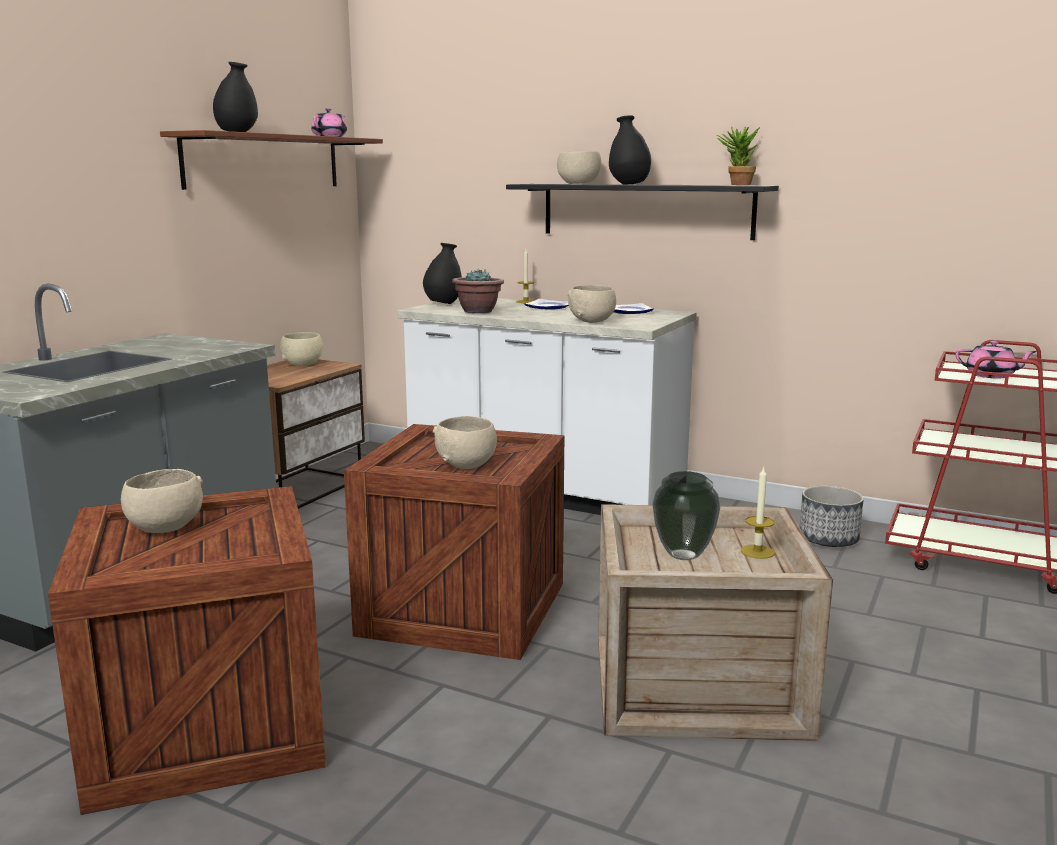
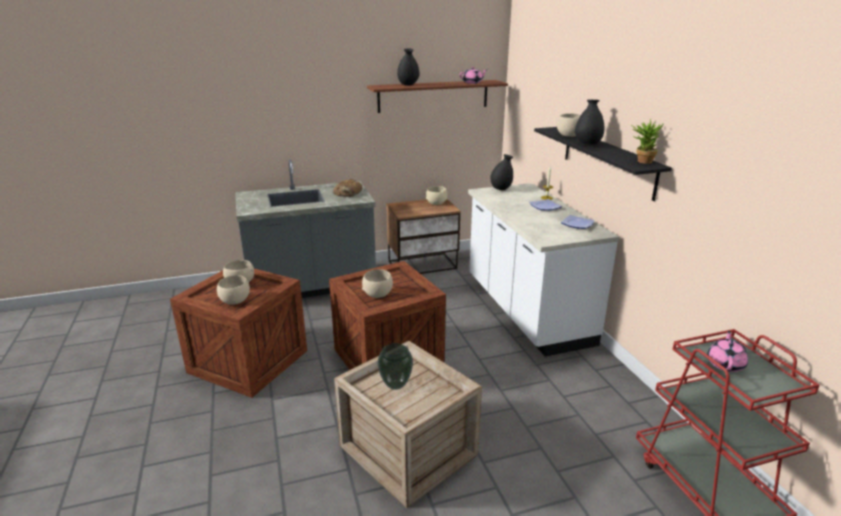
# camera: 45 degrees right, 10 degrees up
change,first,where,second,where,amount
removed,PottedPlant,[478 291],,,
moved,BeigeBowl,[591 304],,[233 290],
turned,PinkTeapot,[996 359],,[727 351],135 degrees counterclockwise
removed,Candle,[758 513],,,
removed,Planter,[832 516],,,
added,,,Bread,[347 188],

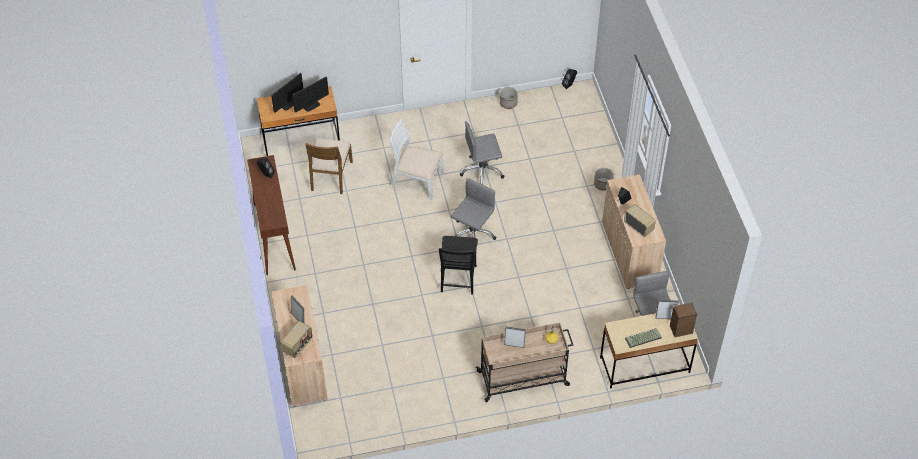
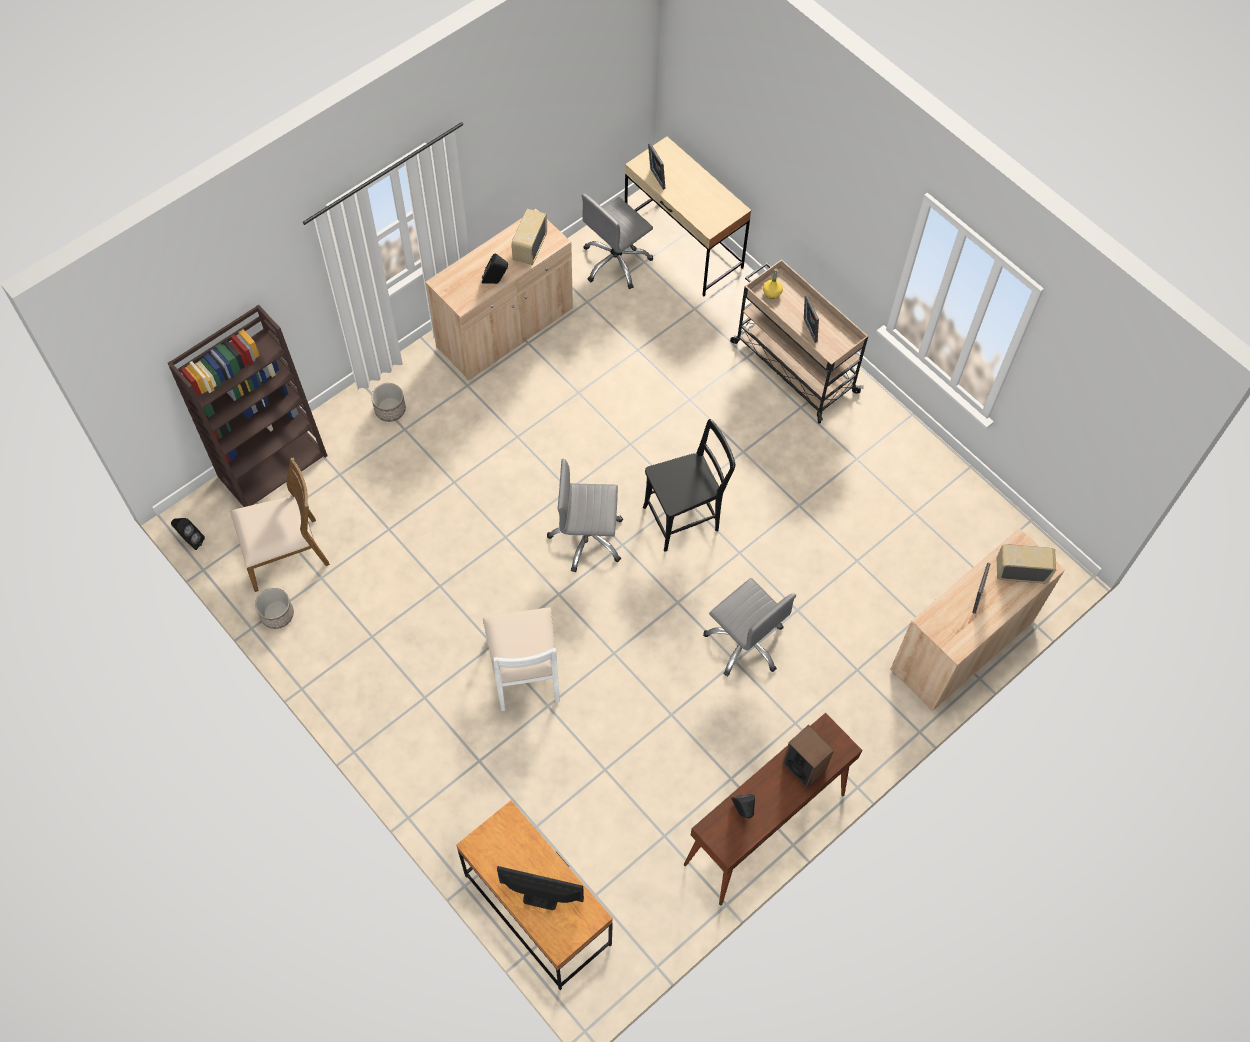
# camera: 120 degrees left, 10 degrees up
change,first,where,second,where,amount
removed,Monitor,[310 95],,,
moved,GreyOfficeChair,[482 153],,[749 627],
moved,BrownChair,[329 166],,[280 525],
moved,Speaker,[683 320],,[808 756],
removed,Keyboard,[643 338],,,
added,,,BrownBookcase,[247 405],

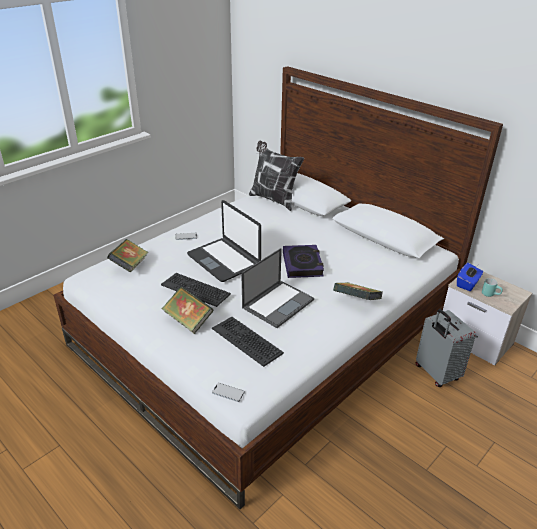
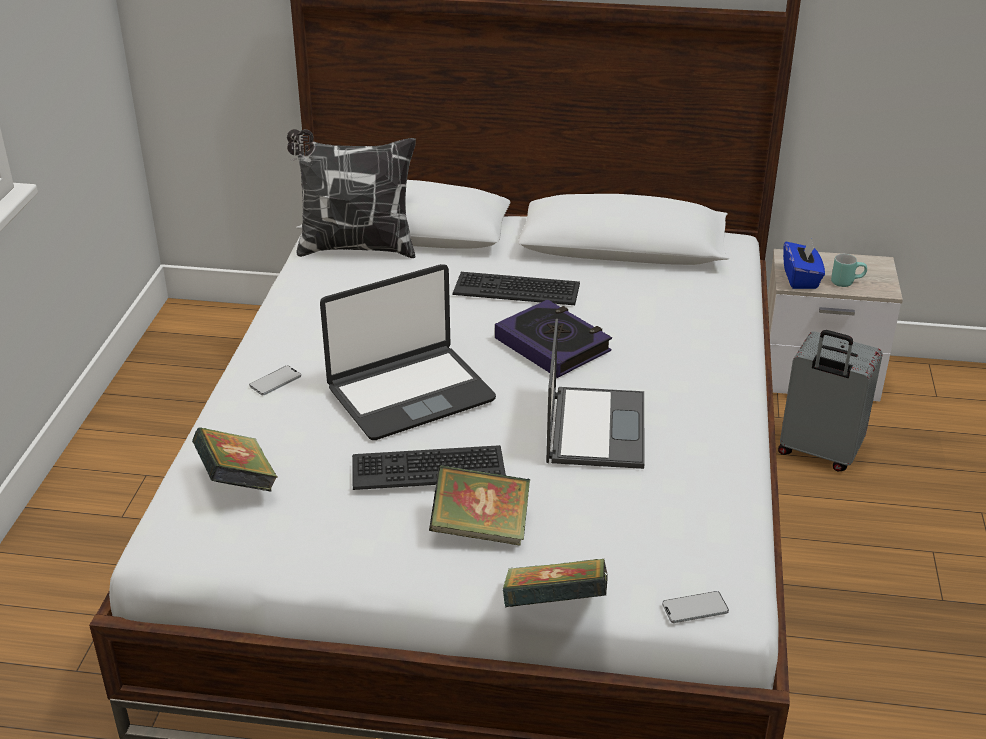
# camera: 35 degrees left, 0 degrees up
change,first,where,second,where,amount
turned,Laptop,[224 241],,[408 352],45 degrees counterclockwise
moved,Book,[358 291],,[555 583],
moved,Keyboard,[248 342],,[516 288],

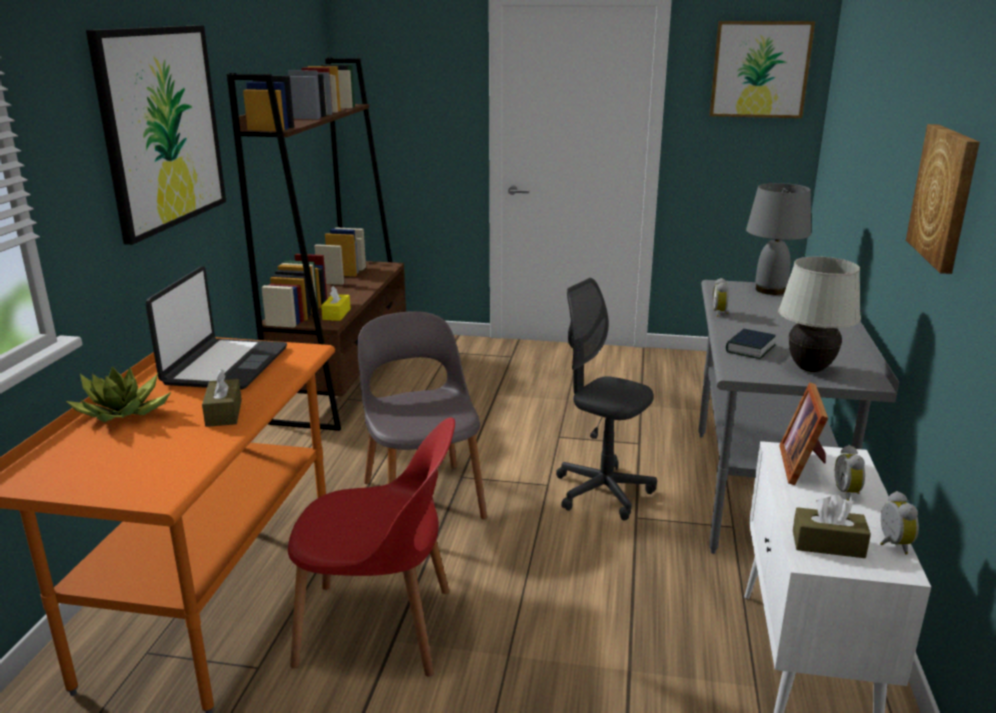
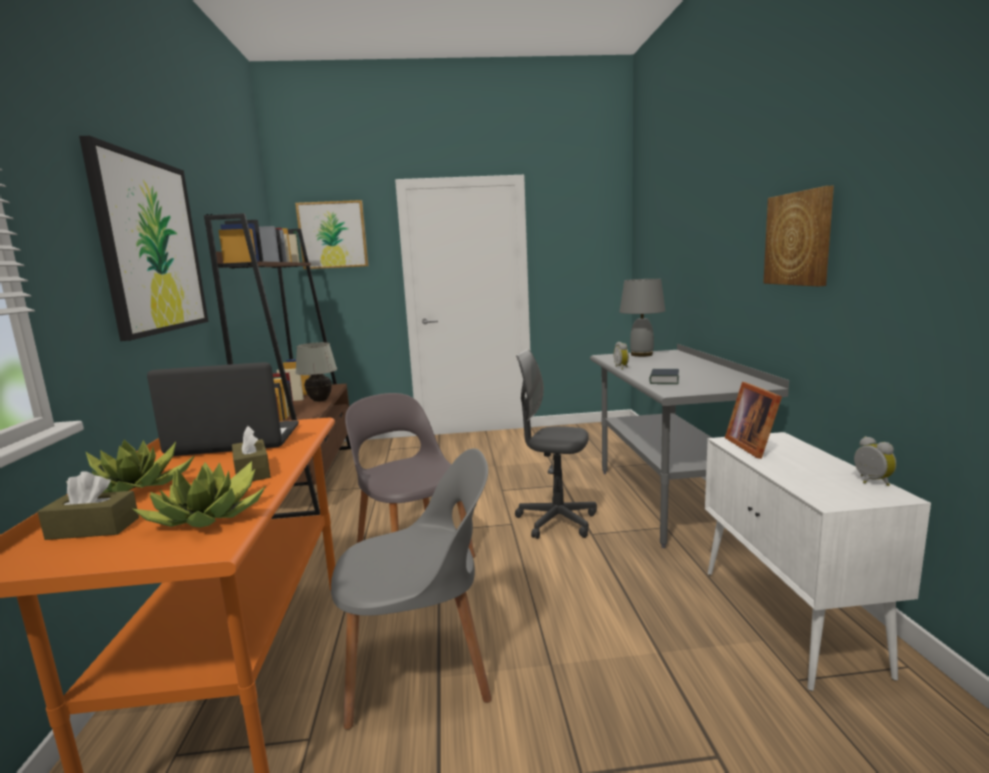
# camera: 15 degrees left, 10 degrees down
change,first,where,second,where,amount
moved,Picture,[762 69],,[332 234],
moved,WhiteTableLamp,[819 314],,[316 372],
turned,Laptop,[216 328],,[223 409],90 degrees counterclockwise
removed,YellowTissueBox,[336 303],,,
recoloured,RedChair,[371 547],GreyChair,[411 589],
removed,AlarmClock,[850 473],,,
moved,BrownTissueBox,[832 526],,[88 505],
added,,,PottedPlant,[199 494],

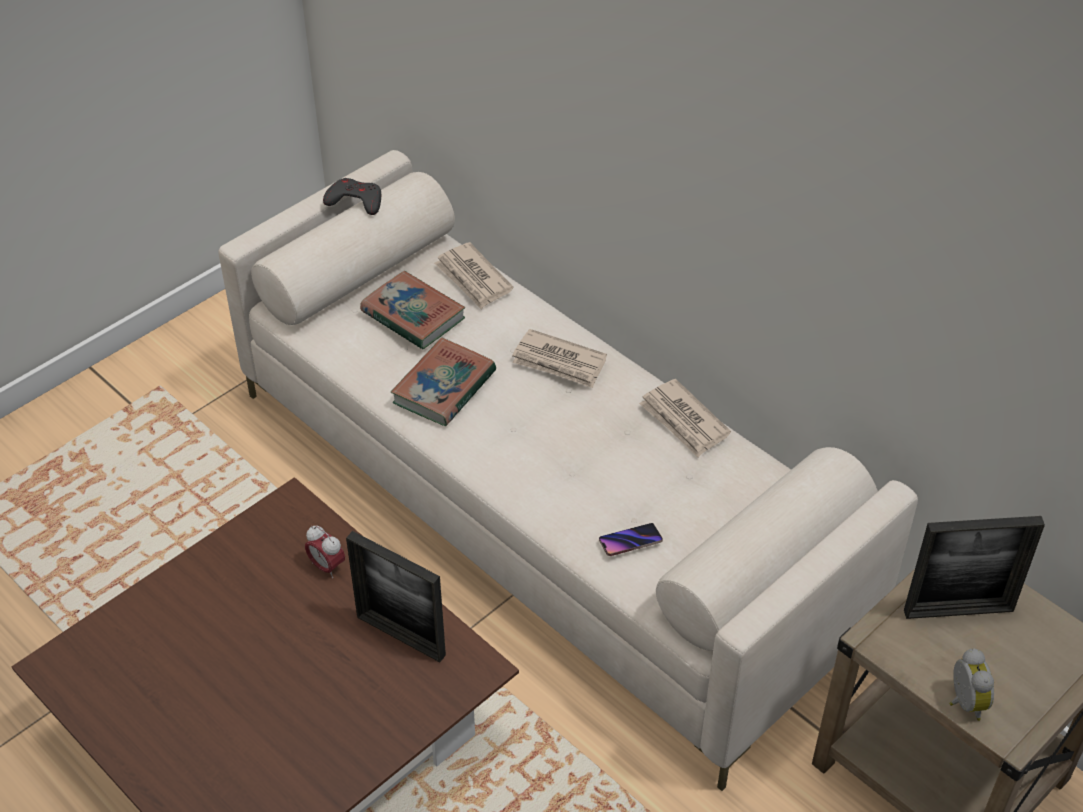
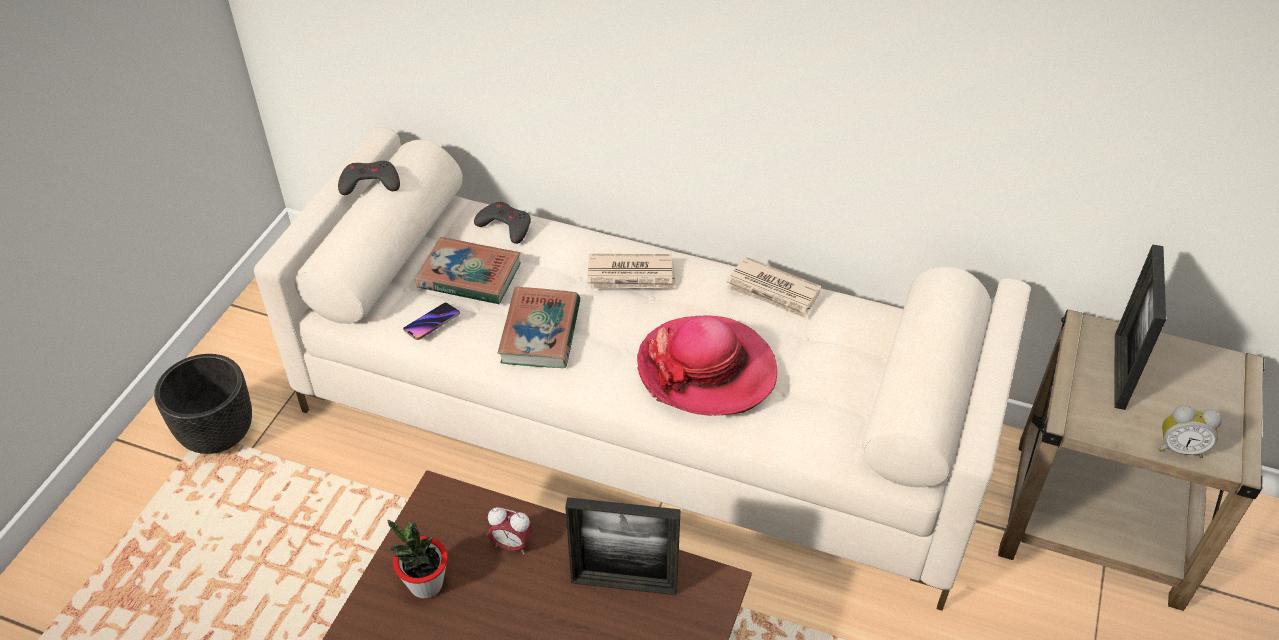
# camera: 25 degrees left, 0 degrees up
change,first,where,second,where,amount
replaced,Newspaper,[473 275],GreyGameController,[502 223],
turned,PictureFrame,[974 567],,[1140 327],135 degrees clockwise
moved,Phone,[631 539],,[431 321],
turned,AlarmClock,[971 684],,[1190 431],135 degrees clockwise
added,,,Hat,[707 365],
added,,,BlackPlanter,[203 404],
added,,,PottedPlant,[417 559],

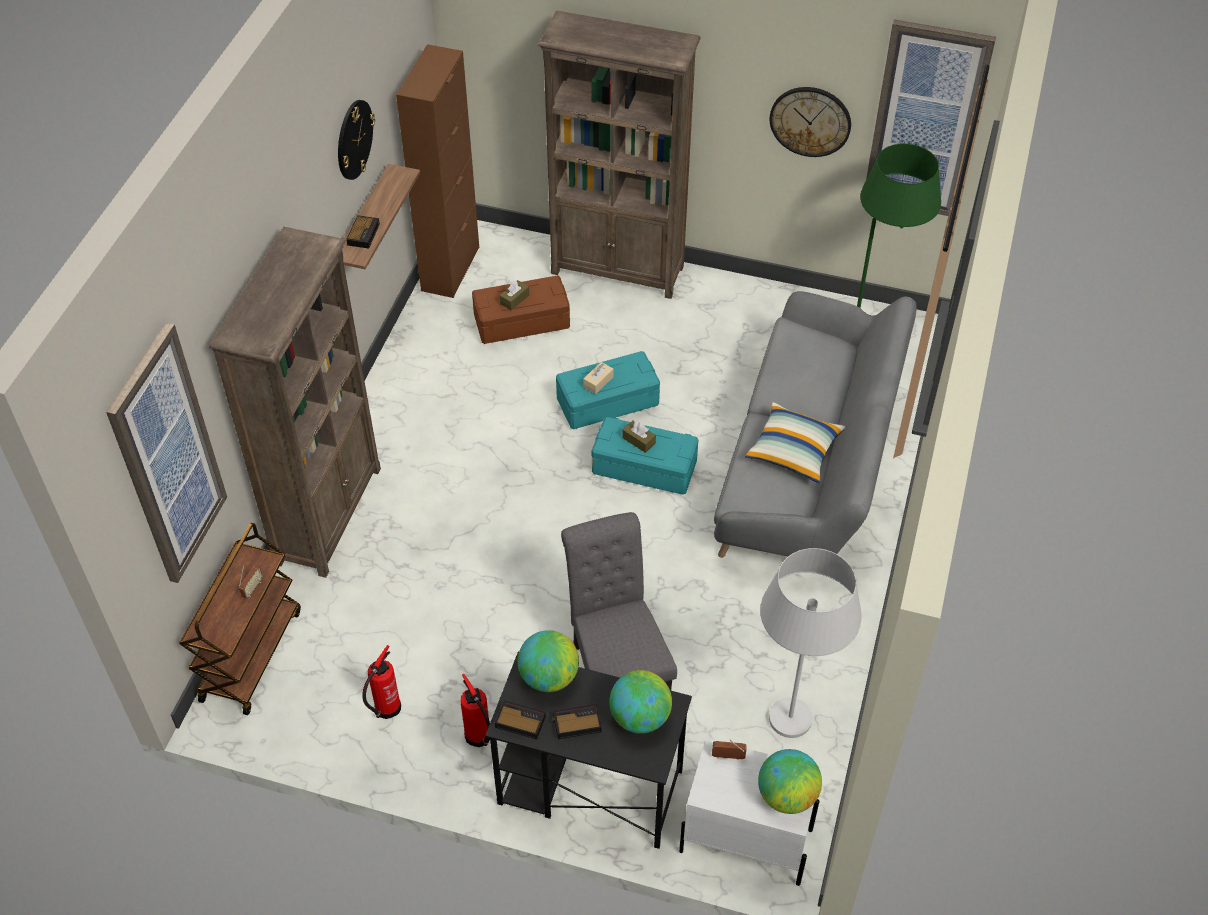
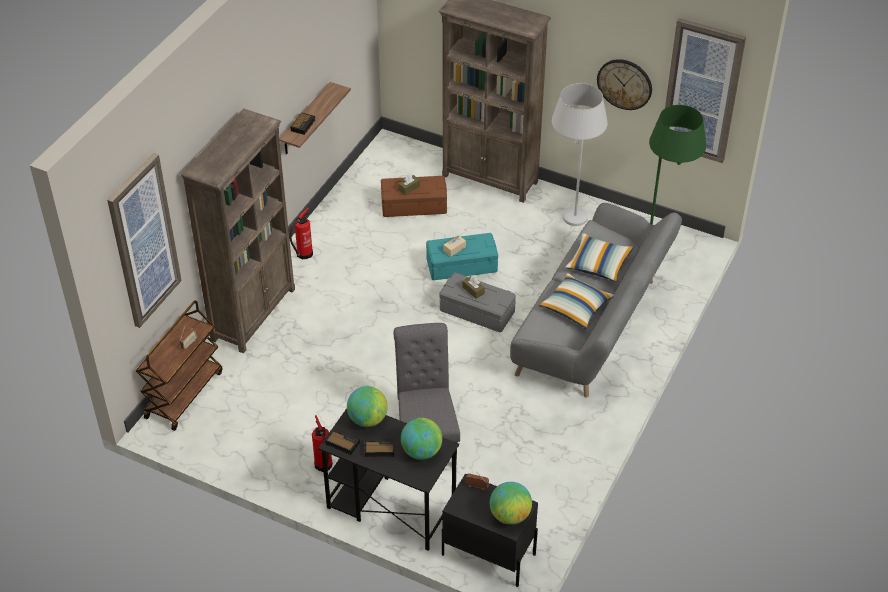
# camera: 10 degrees right, 5 degrees down
change,first,where,second,where,amount
removed,BrownCabinet,[437 171],,,
removed,WallClock,[356 140],,,
recoloured,TurquoiseStorageBox,[645 456],GreyStorageBox,[477 302],
moved,WhiteFloorLamp,[811 643],,[580 154],
moved,FireExtinguisher,[381 682],,[301 233],
recoloured,WhiteNightstand,[750 812],BlackNightstand,[490 530],
added,,,Pillow,[599 257],

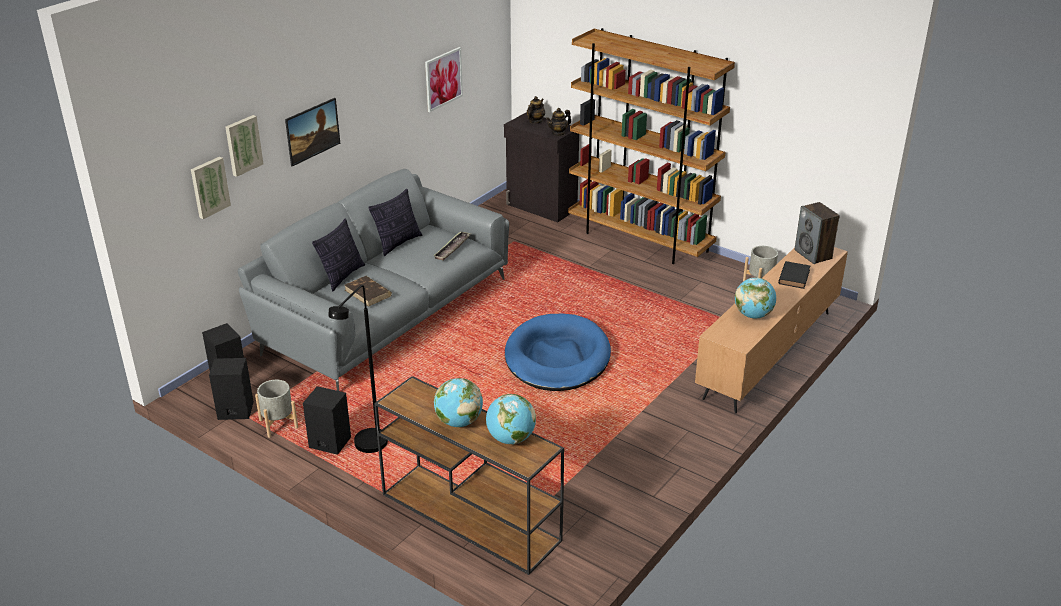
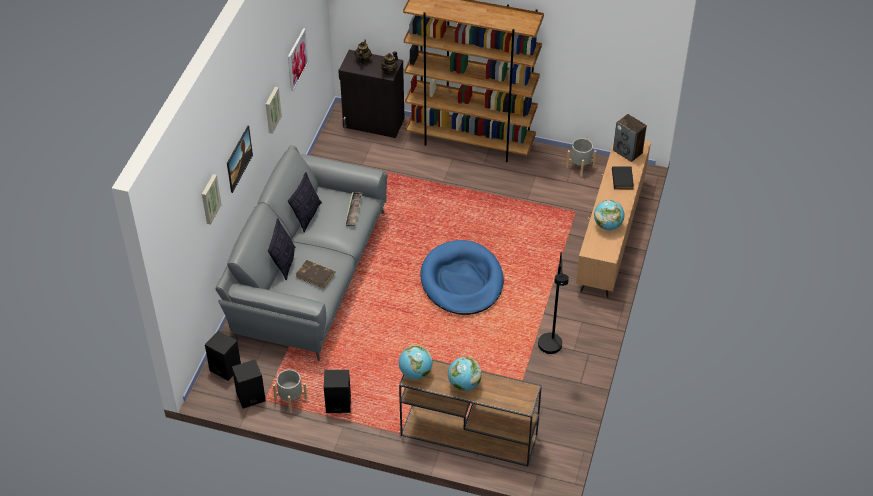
# camera: 20 degrees left, 15 degrees up
change,first,where,second,where,amount
moved,Picture,[211 188],,[274 110],
moved,BlackFloorLamp,[358 369],,[553 303],
moved,Globe,[511 419],,[415 362],

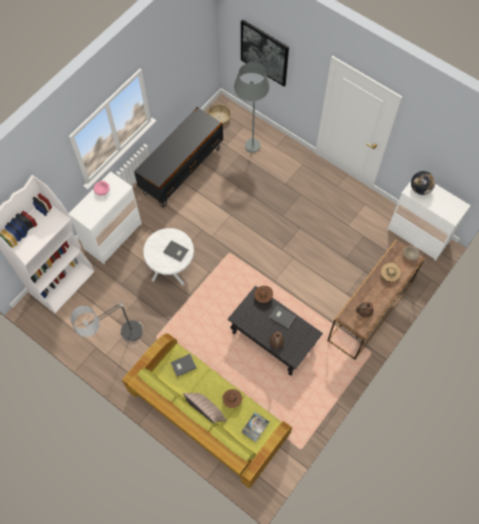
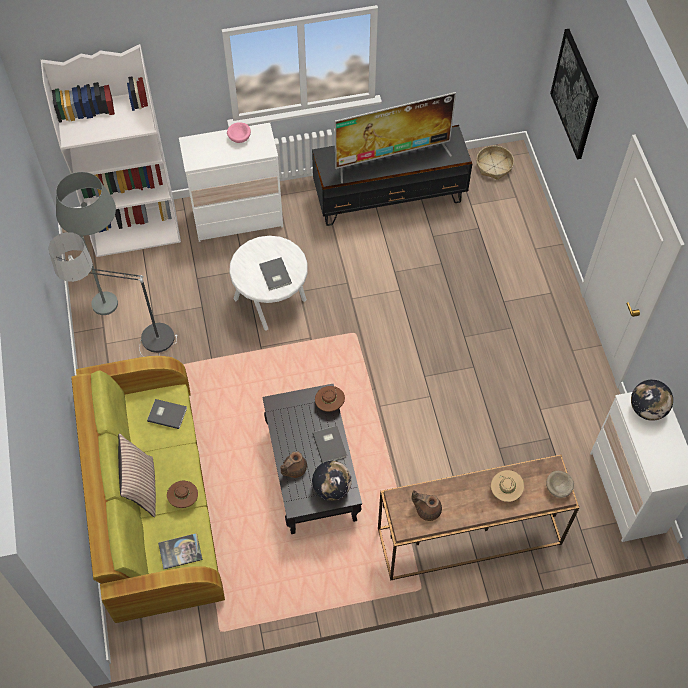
# camera: 40 degrees right, 5 degrees down
change,first,where,second,where,amount
moved,GreyFloorLamp,[251 108],,[87 243],
added,,,Television,[395 137],
added,,,Globe,[332 481],

